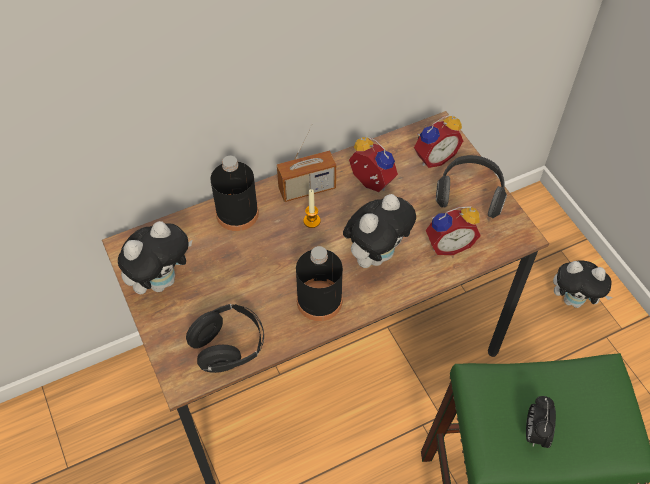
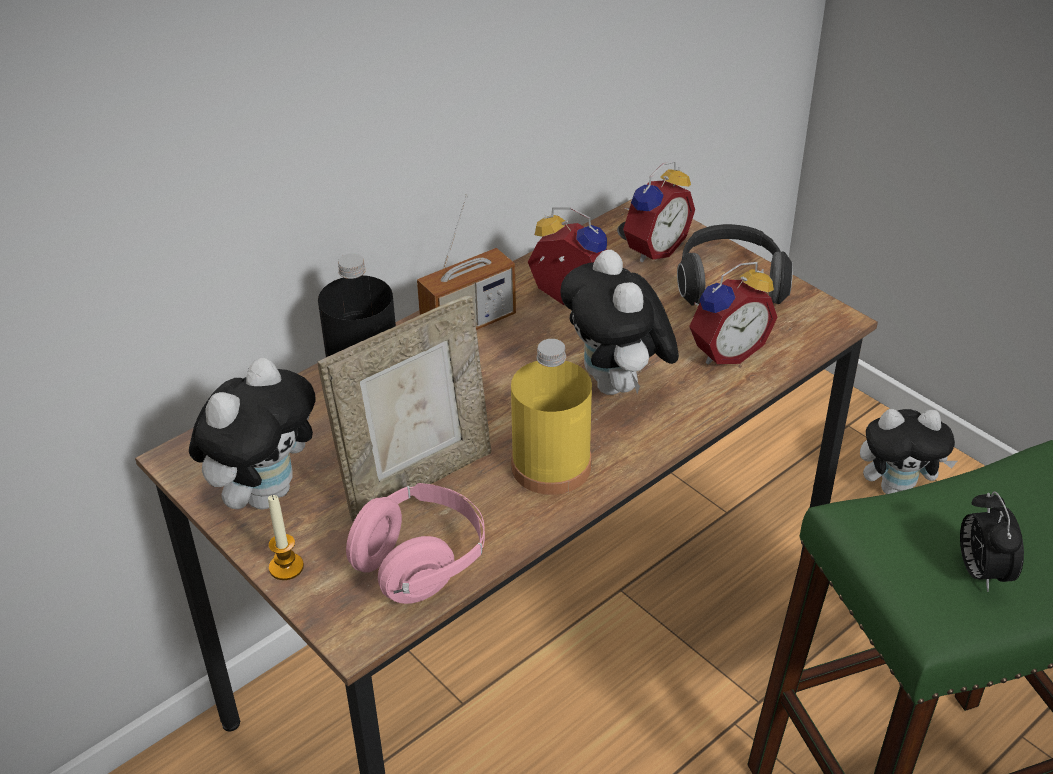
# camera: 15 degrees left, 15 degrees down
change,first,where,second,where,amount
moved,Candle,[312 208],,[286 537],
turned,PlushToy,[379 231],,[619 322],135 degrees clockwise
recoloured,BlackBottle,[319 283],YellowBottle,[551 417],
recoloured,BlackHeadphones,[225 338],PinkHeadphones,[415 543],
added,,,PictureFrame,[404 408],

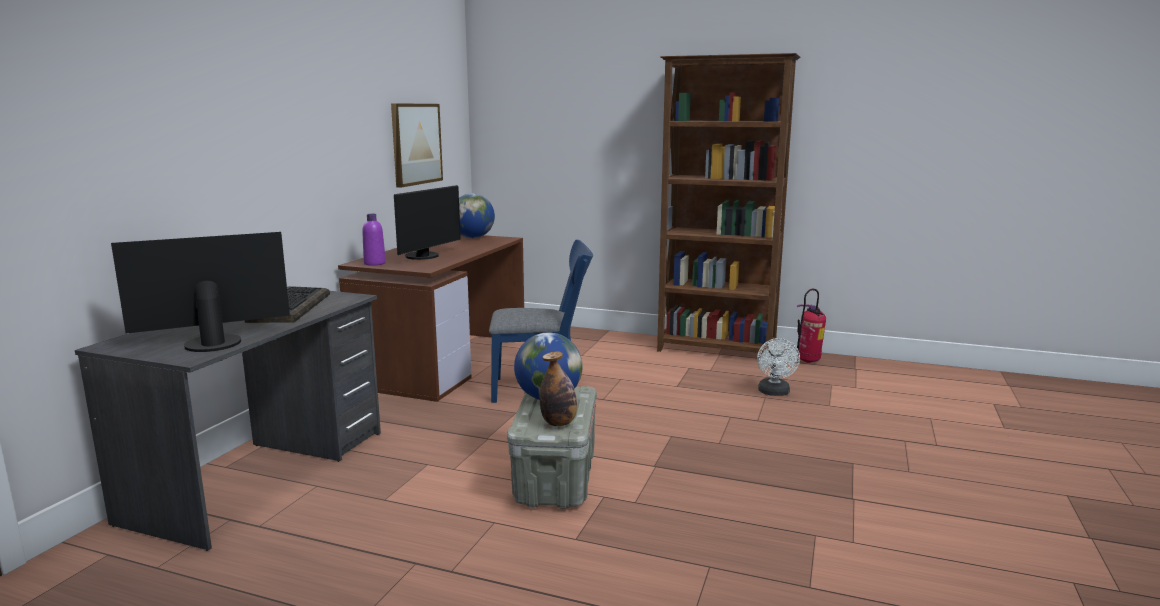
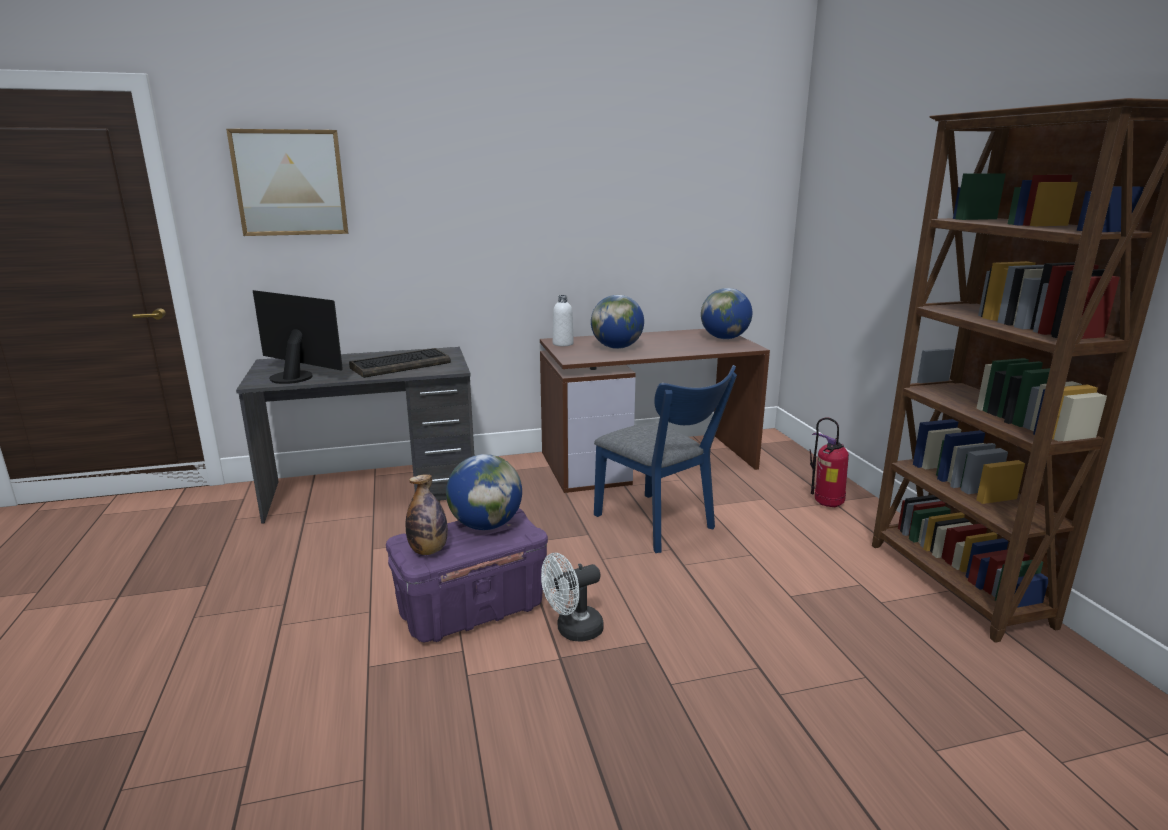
# camera: 55 degrees right, 5 degrees up
change,first,where,second,where,amount
moved,Picture,[417 145],,[287 182],
replaced,Monitor,[427 222],Globe,[617 322],
recoloured,PurpleBottle,[374 240],WhiteBottle,[563 320],
moved,FireExtinguisher,[811 326],,[829 462],
moved,WhiteFan,[778 367],,[572 597],
recoloured,GreyStorageBox,[552 447],PurpleStorageBox,[467 575],

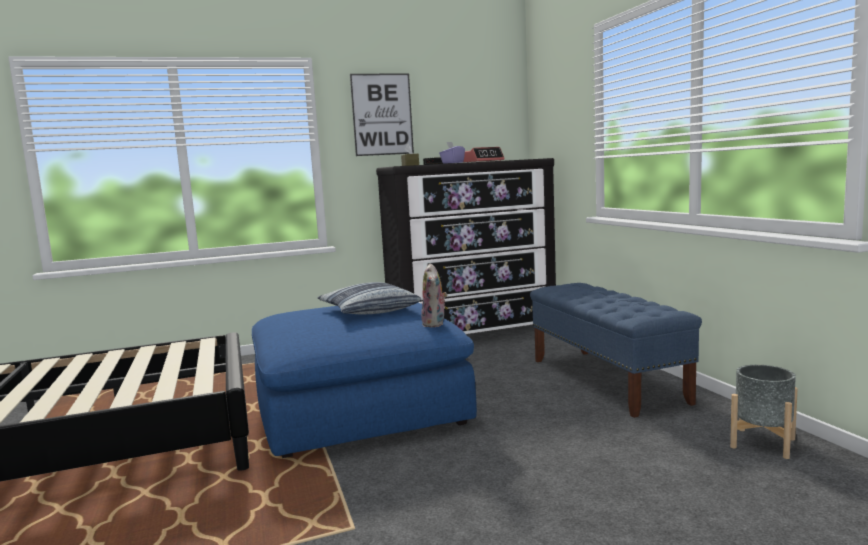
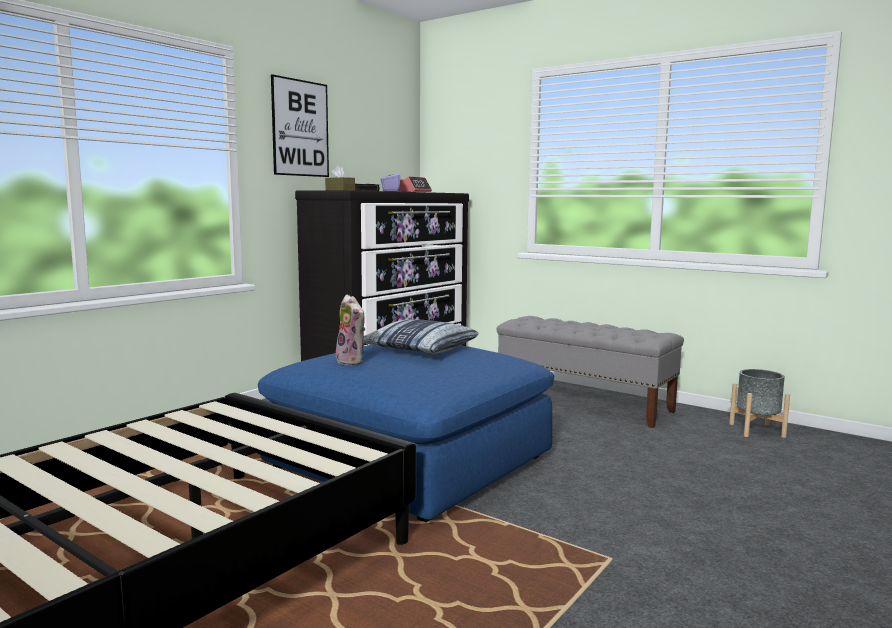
# camera: 35 degrees left, 0 degrees up
change,first,where,second,where,amount
moved,PlushToy,[434 295],,[349 329],
recoloured,BlueBench,[616 350],GreyBench,[590 372],

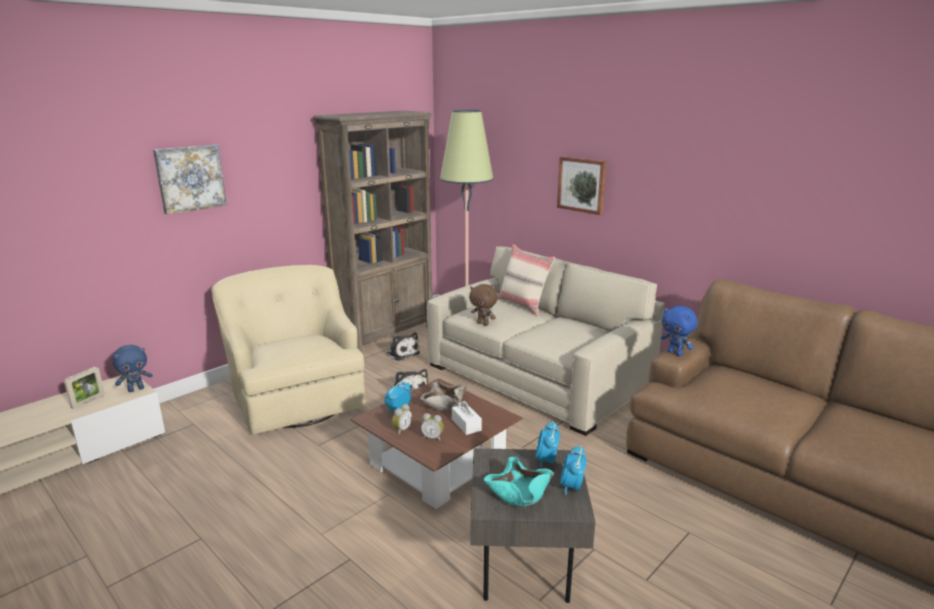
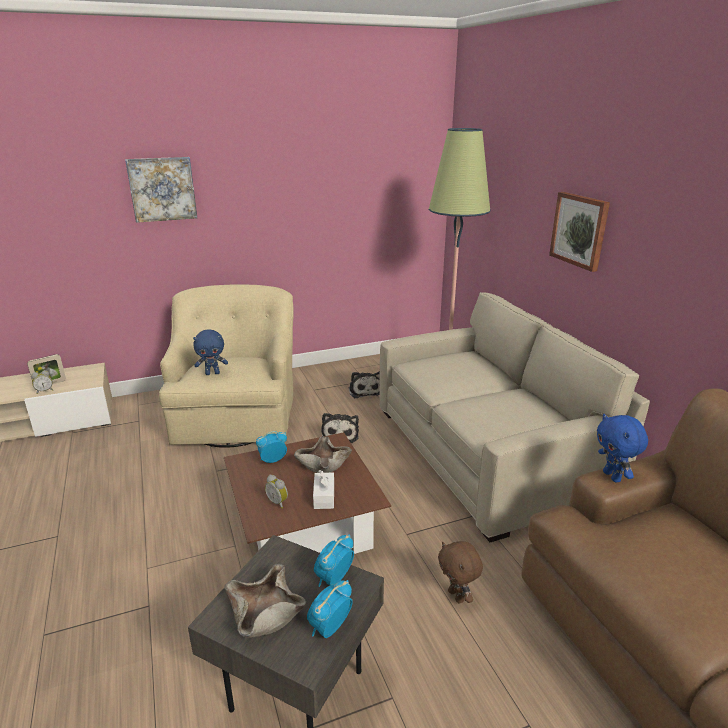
# camera: 25 degrees right, 5 degrees up
change,first,where,second,where,amount
removed,BrownBookcase,[373 231],,,
removed,BeigePillow,[526 279],,,
moved,BrownPlushToy,[483 305],,[460 572],
moved,BluePlushToy,[132 368],,[210 352],
moved,AlarmClock,[402 419],,[42 382],
recoloured,TurquoiseBowl,[519 481],BeigeBowl,[265 601],

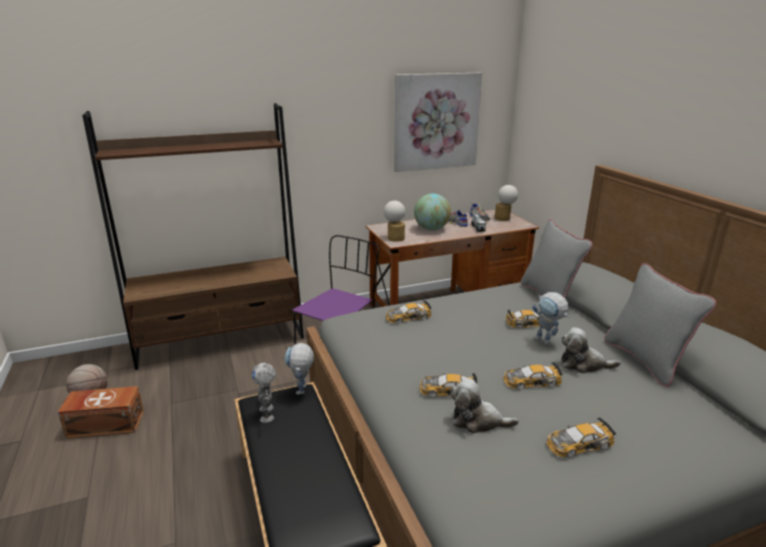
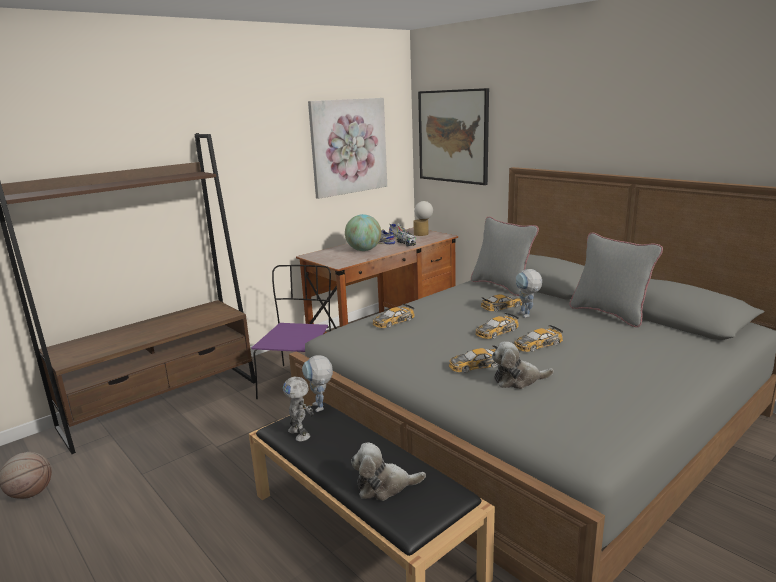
# camera: 20 degrees left, 5 degrees down
change,first,where,second,where,amount
removed,TableLamp,[394 221],,,
turned,ToyRobot,[550 318],,[529 293],45 degrees clockwise
moved,PlushToy,[591 350],,[388 471],
removed,BrownStorageBox,[101 412],,,
moved,ToyCar,[581 437],,[497 326],
added,,,Picture,[453 136],

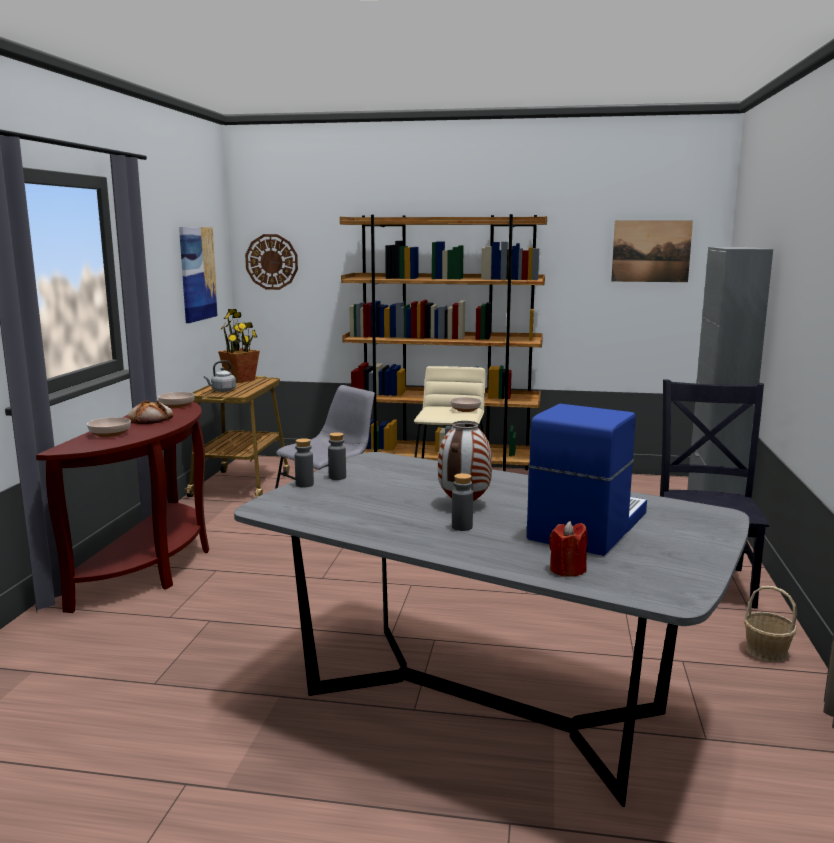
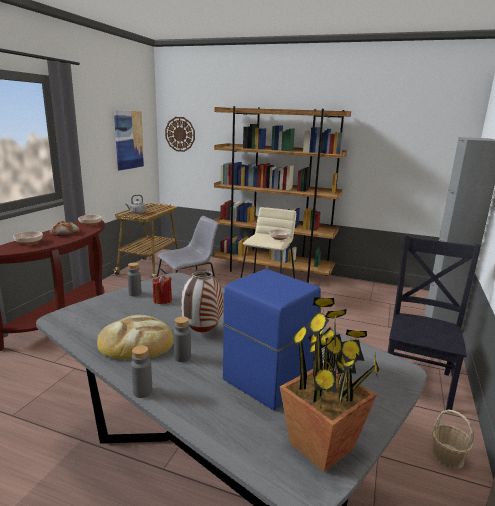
# camera: 10 degrees right, 5 degrees up
change,first,where,second,where,amount
removed,Picture,[652 251],,,
moved,PottedPlant,[239 346],,[329 384],
moved,GreyBottle,[304 463],,[141 371],
moved,RedCandle,[568 549],,[162 289],
added,,,Bread,[135 337],

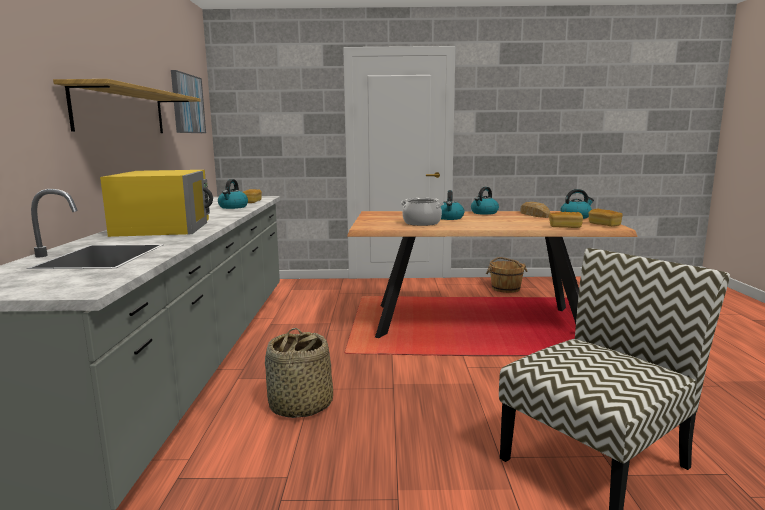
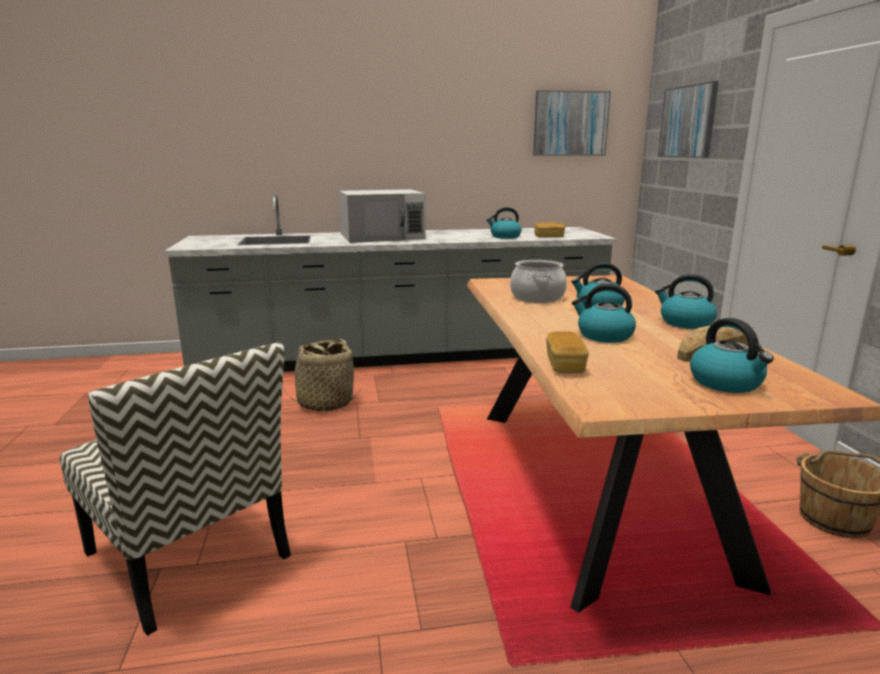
# camera: 80 degrees right, 5 degrees up
change,first,where,second,where,amount
removed,Shelf,[127 106],,,
recoloured,YellowMicrowave,[156 203],WhiteMicrowave,[382 216],
removed,Bread,[606 217],,,
added,,,Picture,[688 119],
added,,,Kettle,[604 313],

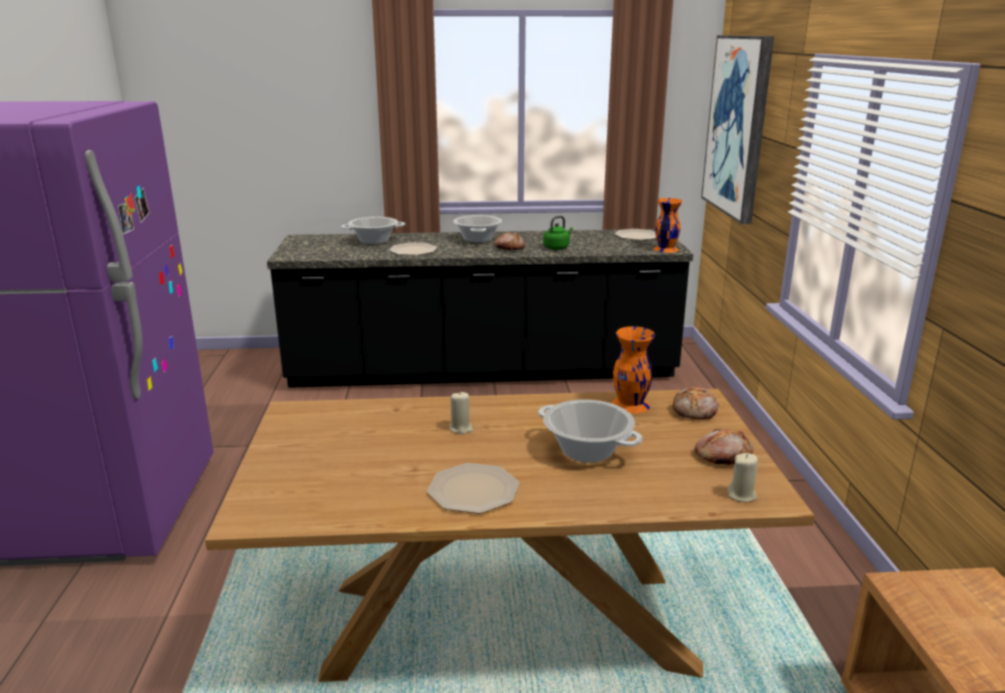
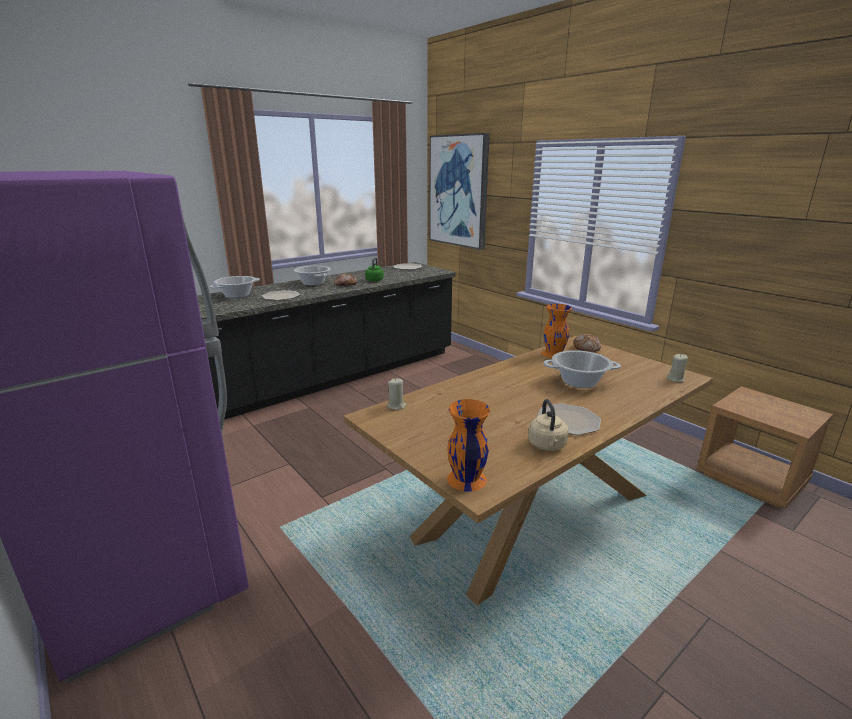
# camera: 35 degrees left, 0 degrees up
change,first,where,second,where,amount
moved,OrangeVase,[668 225],,[468 445],
moved,BeigeCandle,[461 413],,[397 394],
removed,Bread,[724 446],,,
added,,,BeigeKettle,[548 425],

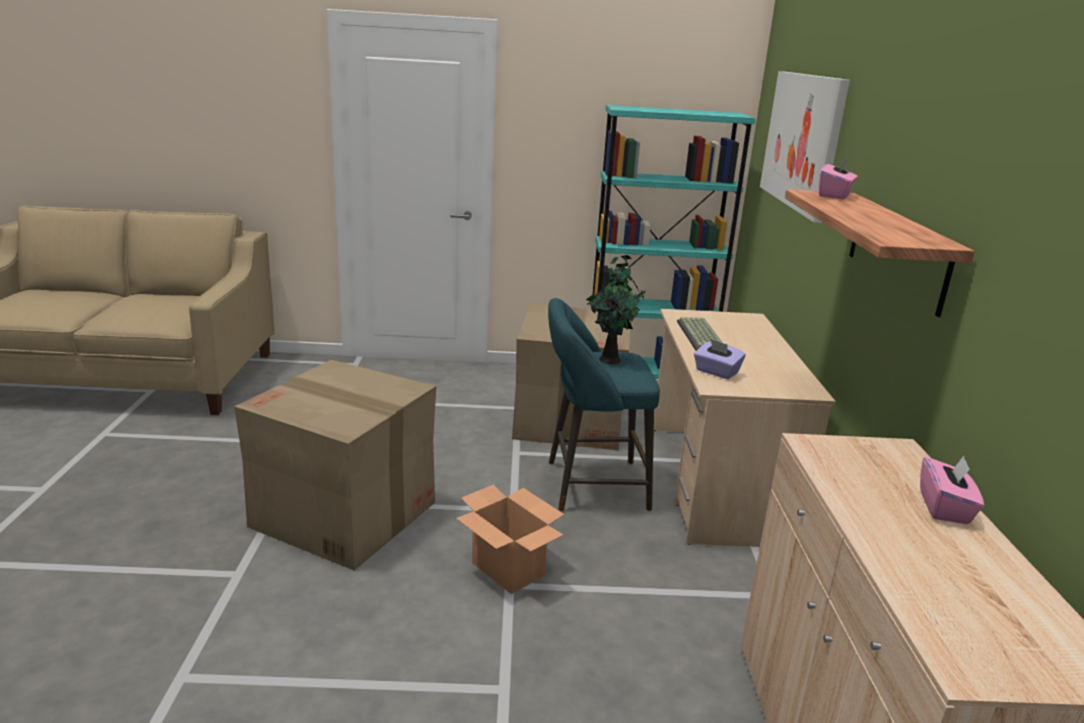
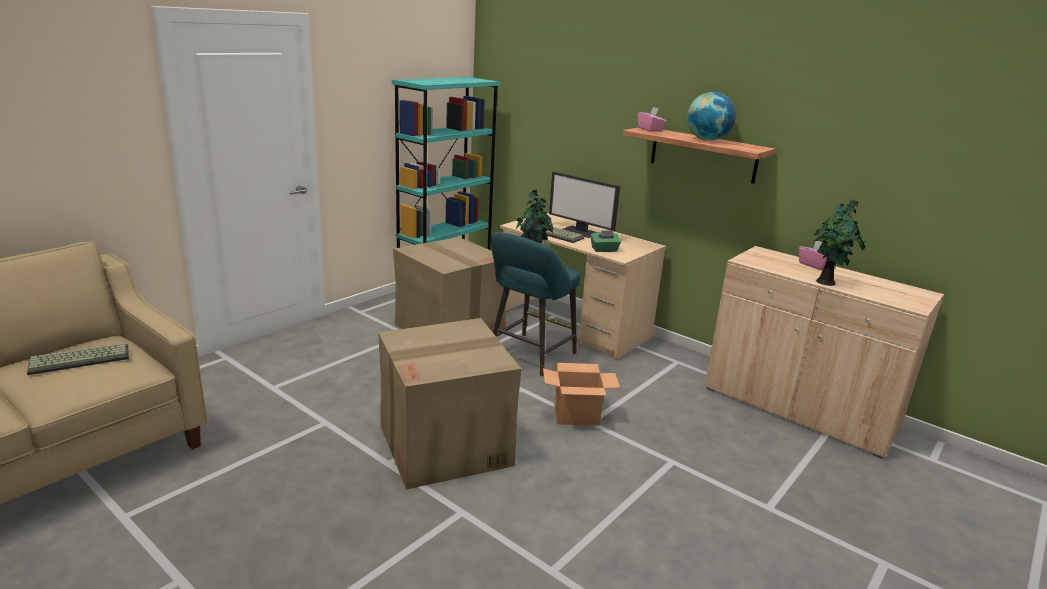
# camera: 50 degrees left, 0 degrees up
change,first,where,second,where,amount
removed,Picture,[805 147],,,
recoloured,PurpleTissueBox,[719 359],GreenTissueBox,[605 241],
added,,,Globe,[711 116],
added,,,Monitor,[584 205],
added,,,PottedPlant,[840 243],
added,,,Keyboard,[78 358],

